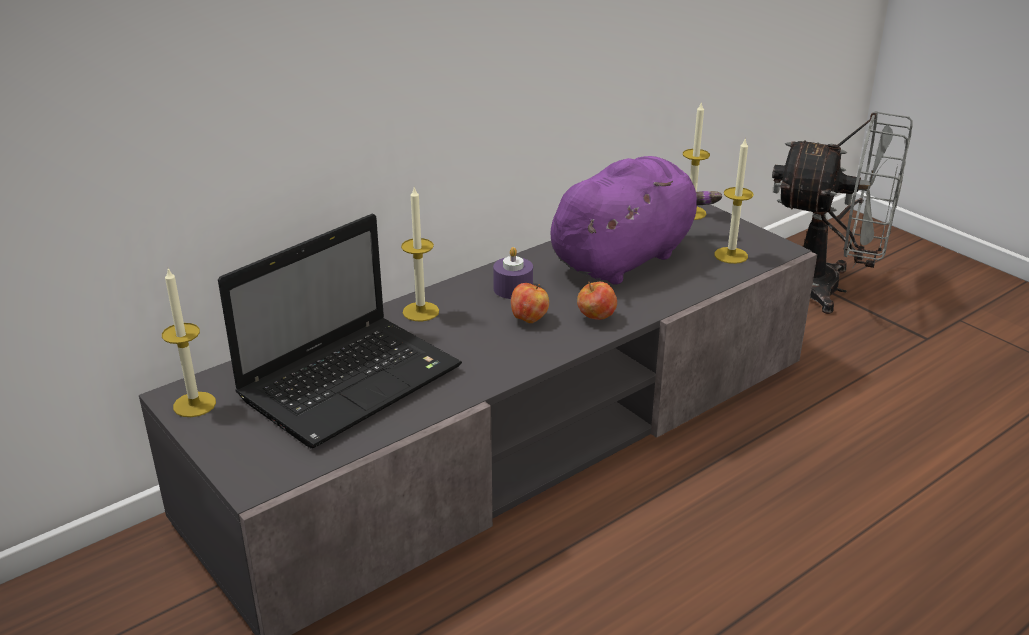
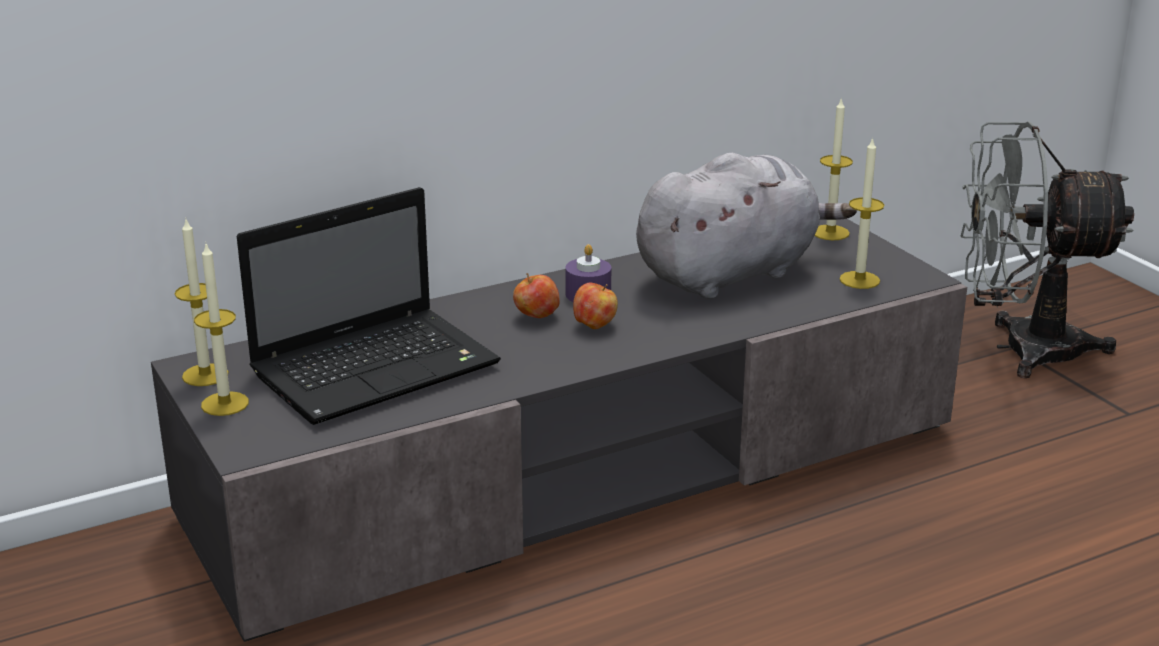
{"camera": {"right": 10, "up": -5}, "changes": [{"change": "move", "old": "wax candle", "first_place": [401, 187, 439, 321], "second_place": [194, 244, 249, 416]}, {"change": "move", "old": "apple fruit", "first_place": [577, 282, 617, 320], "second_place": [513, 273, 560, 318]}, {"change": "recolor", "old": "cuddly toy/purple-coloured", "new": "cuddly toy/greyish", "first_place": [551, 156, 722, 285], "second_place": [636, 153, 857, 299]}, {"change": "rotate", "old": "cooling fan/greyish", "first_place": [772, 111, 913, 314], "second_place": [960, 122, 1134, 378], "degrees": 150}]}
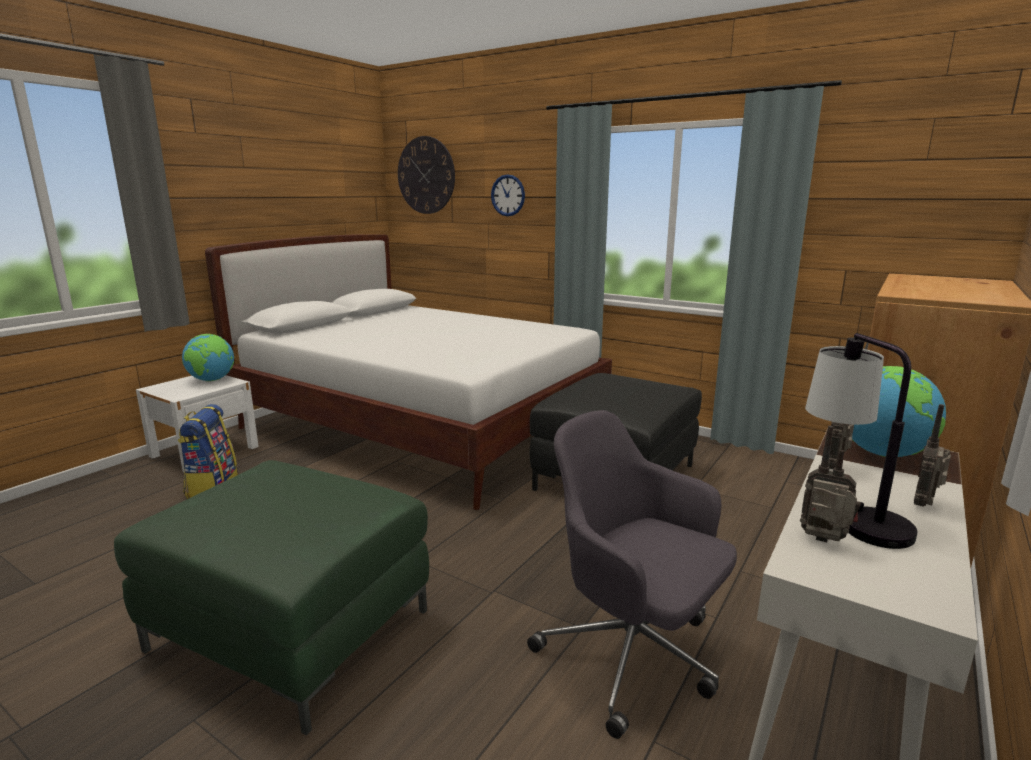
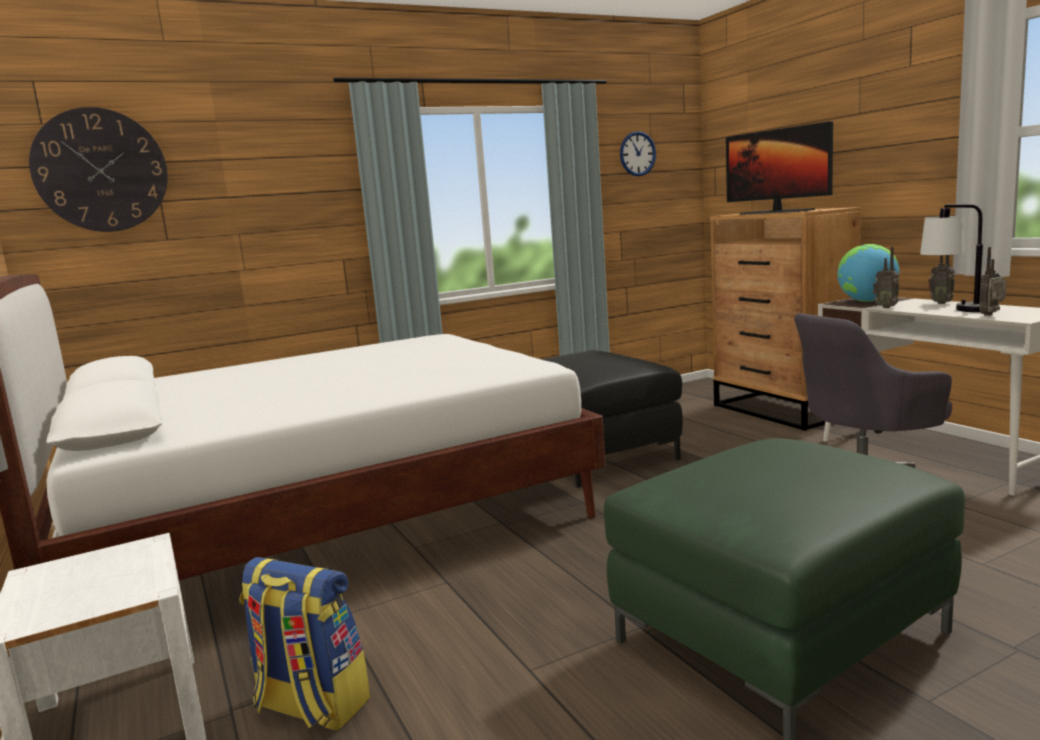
{"camera": {"right": -60, "up": -5}, "changes": [{"change": "move", "old": "wall clock", "first_place": [491, 174, 525, 216], "second_place": [620, 131, 656, 176]}, {"change": "insert", "new": "computer screen", "second_place": [726, 121, 833, 215]}, {"change": "delete", "old": "globe", "first_place": [182, 334, 234, 381]}]}
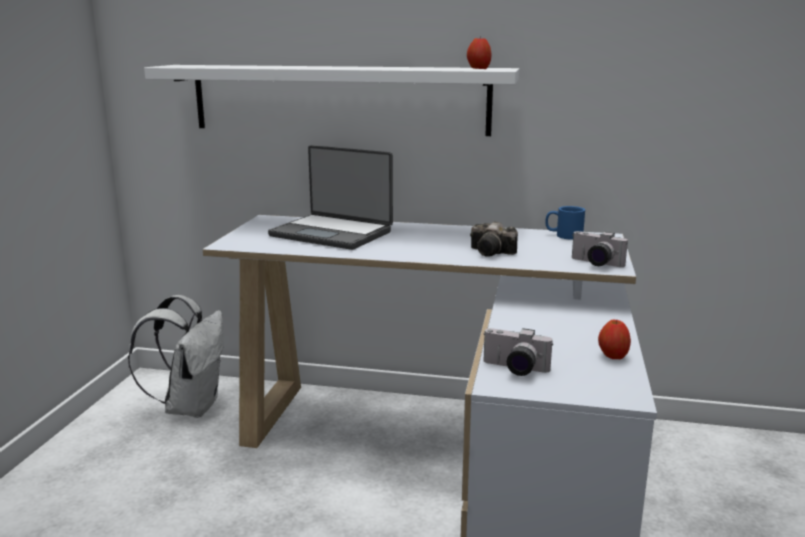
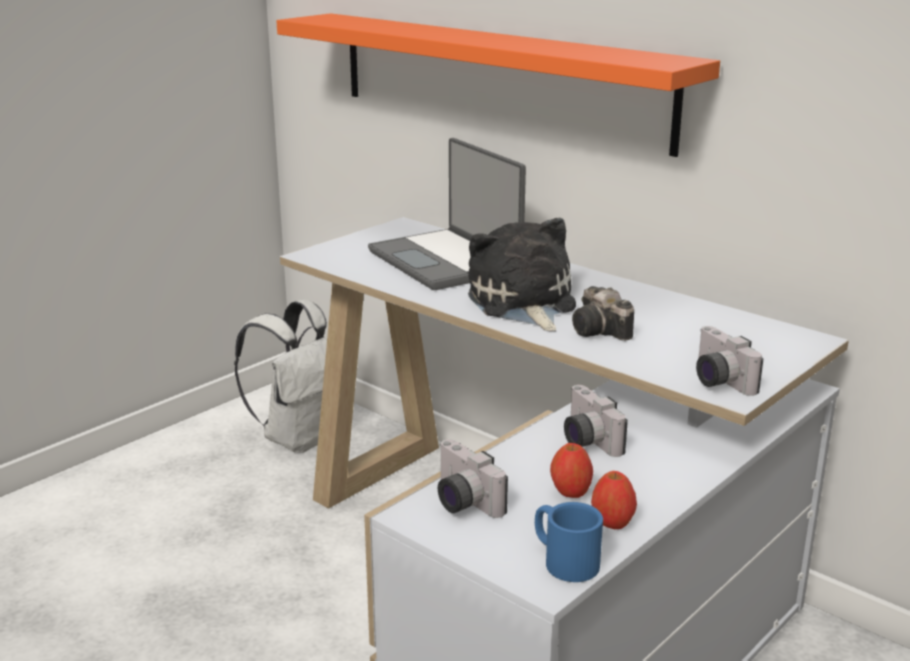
{"camera": {"right": 30, "up": 5}, "changes": [{"change": "recolor", "old": "wall shelf/whitish", "new": "wall shelf/orange", "first_place": [144, 65, 519, 136], "second_place": [276, 13, 720, 157]}, {"change": "insert", "new": "cuddly toy", "second_place": [468, 218, 576, 332]}, {"change": "move", "old": "coffee mug/blue-coloured", "first_place": [545, 206, 585, 240], "second_place": [535, 502, 603, 582]}, {"change": "move", "old": "apple fruit", "first_place": [467, 38, 491, 69], "second_place": [550, 443, 593, 498]}, {"change": "insert", "new": "photo camera", "second_place": [564, 385, 628, 457]}]}
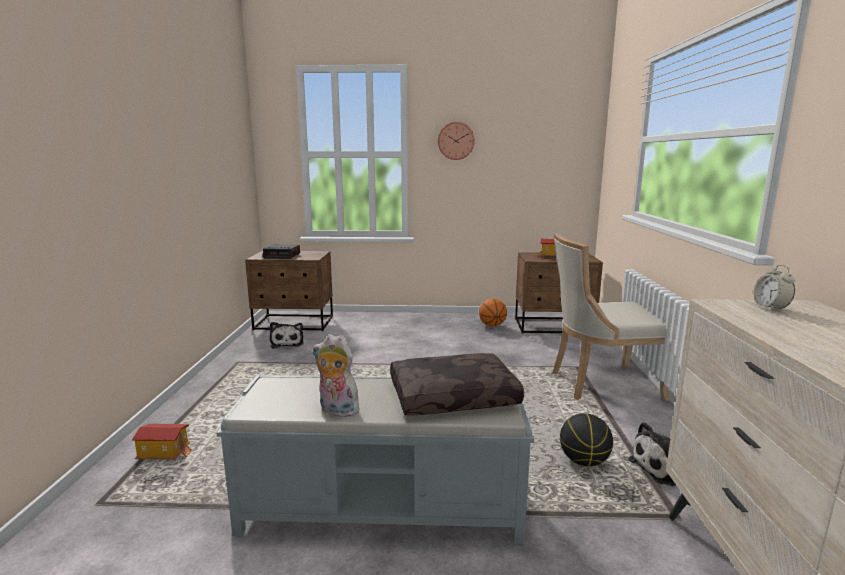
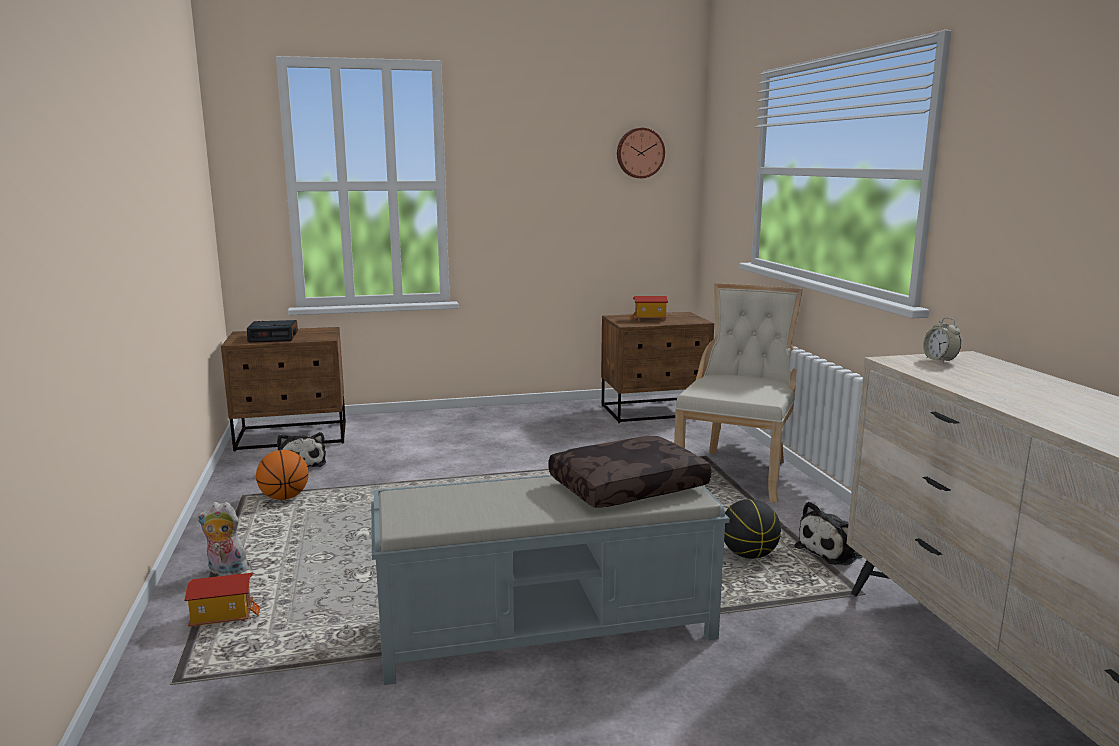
{"camera": {"right": -15, "up": 0}, "changes": [{"change": "move", "old": "cuddly toy", "first_place": [312, 334, 359, 417], "second_place": [197, 502, 248, 576]}, {"change": "move", "old": "basketball ball", "first_place": [479, 299, 507, 327], "second_place": [256, 450, 309, 500]}, {"change": "move", "old": "wall clock", "first_place": [438, 122, 475, 160], "second_place": [617, 128, 665, 178]}, {"change": "rotate", "old": "plain chair/beige", "first_place": [553, 234, 670, 401], "second_place": [674, 284, 803, 503], "degrees": 135}]}
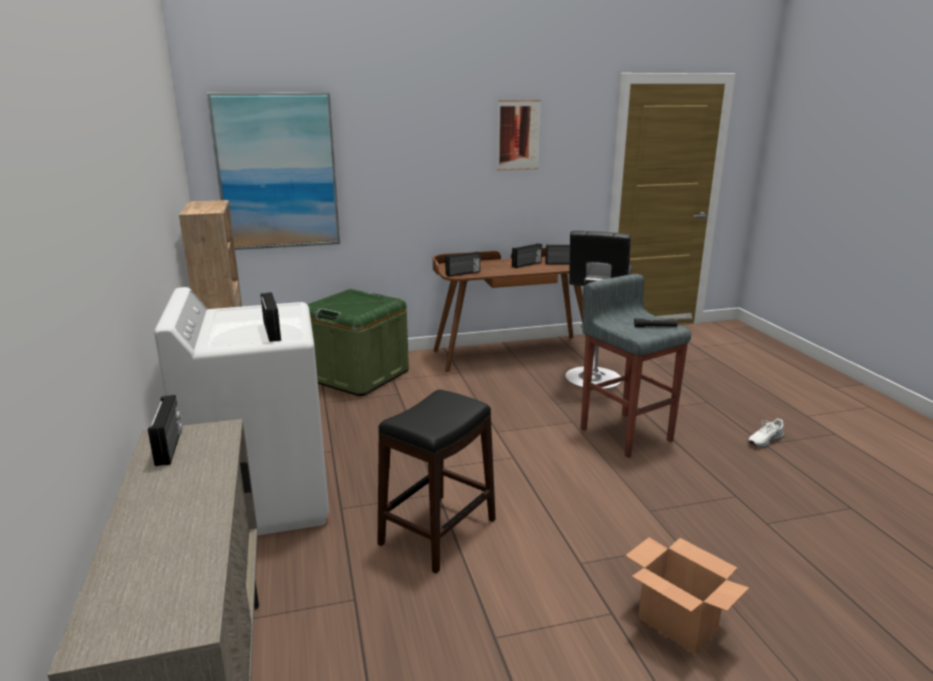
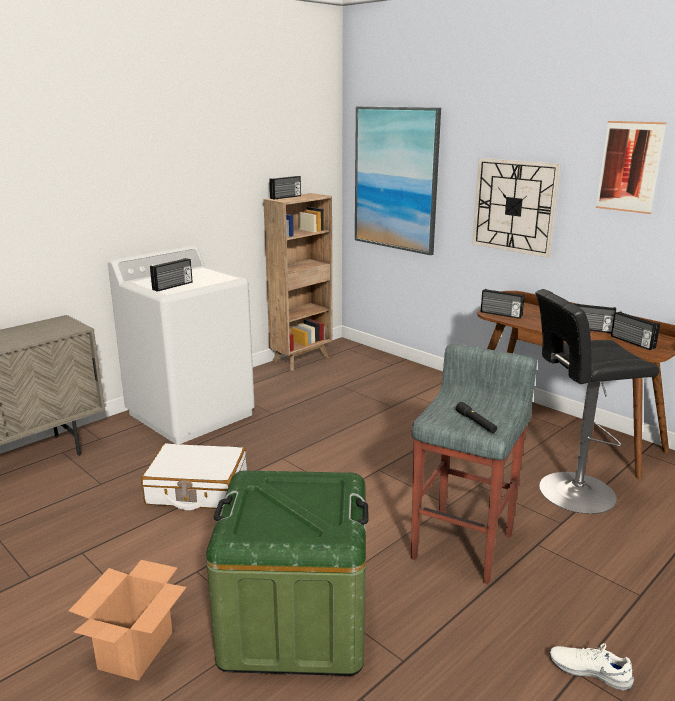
{"camera": {"right": 60, "up": 0}, "changes": [{"change": "replace", "old": "sitting stool/blackish", "new": "travel case/whitish", "first_place": [377, 389, 496, 574], "second_place": [141, 443, 247, 510]}, {"change": "move", "old": "storage bin/green", "first_place": [307, 289, 409, 396], "second_place": [206, 471, 368, 676]}, {"change": "move", "old": "radio", "first_place": [148, 395, 182, 466], "second_place": [269, 176, 301, 200]}, {"change": "insert", "new": "wall clock", "second_place": [472, 158, 561, 258]}]}
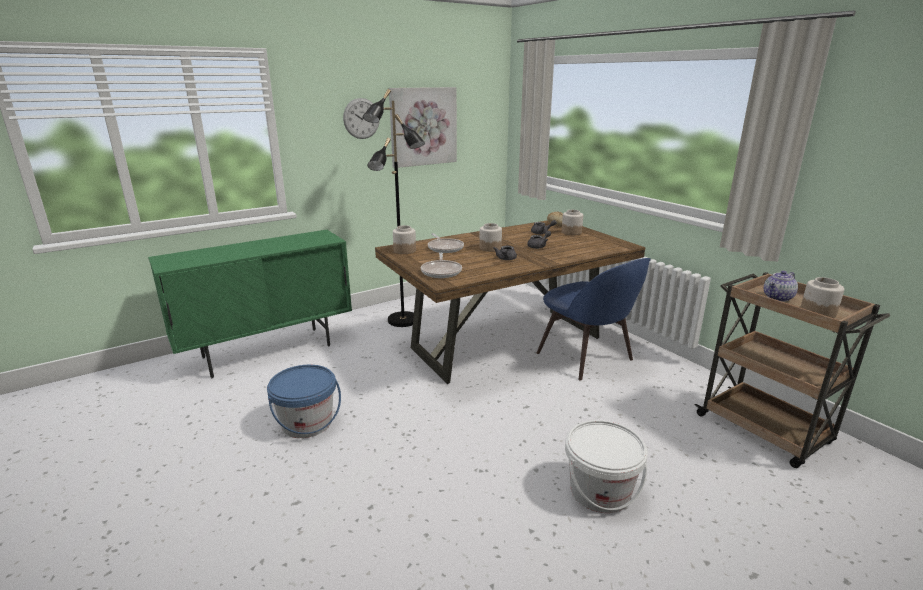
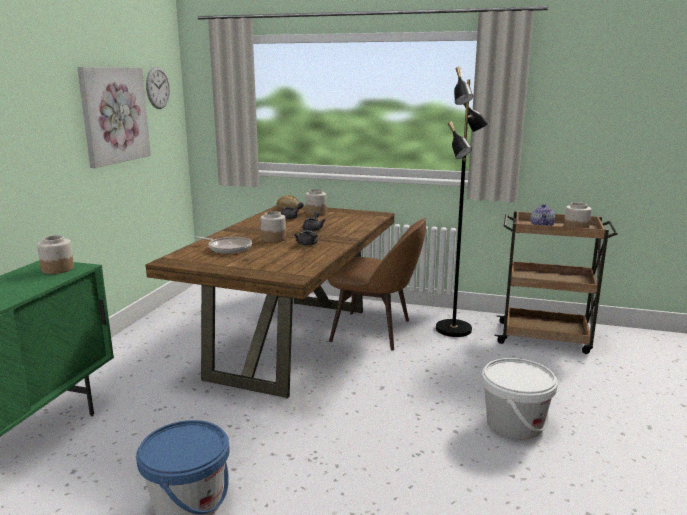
{"camera": {"right": -40, "up": -5}, "changes": [{"change": "move", "old": "preserve jar", "first_place": [393, 225, 416, 254], "second_place": [37, 235, 74, 274]}, {"change": "move", "old": "wall clock", "first_place": [343, 98, 380, 139], "second_place": [146, 67, 170, 109]}, {"change": "recolor", "old": "plain chair/blue-coloured", "new": "plain chair/brownish", "first_place": [536, 258, 651, 381], "second_place": [328, 218, 426, 351]}, {"change": "move", "old": "standing lamp/blackish", "first_place": [363, 89, 425, 327], "second_place": [436, 67, 489, 337]}, {"change": "delete", "old": "pan", "first_place": [421, 253, 462, 278]}]}
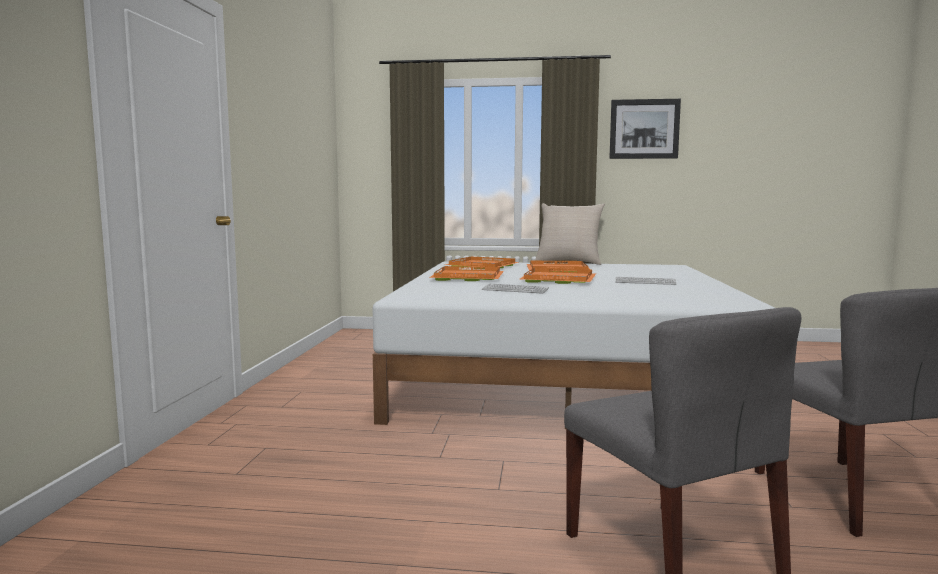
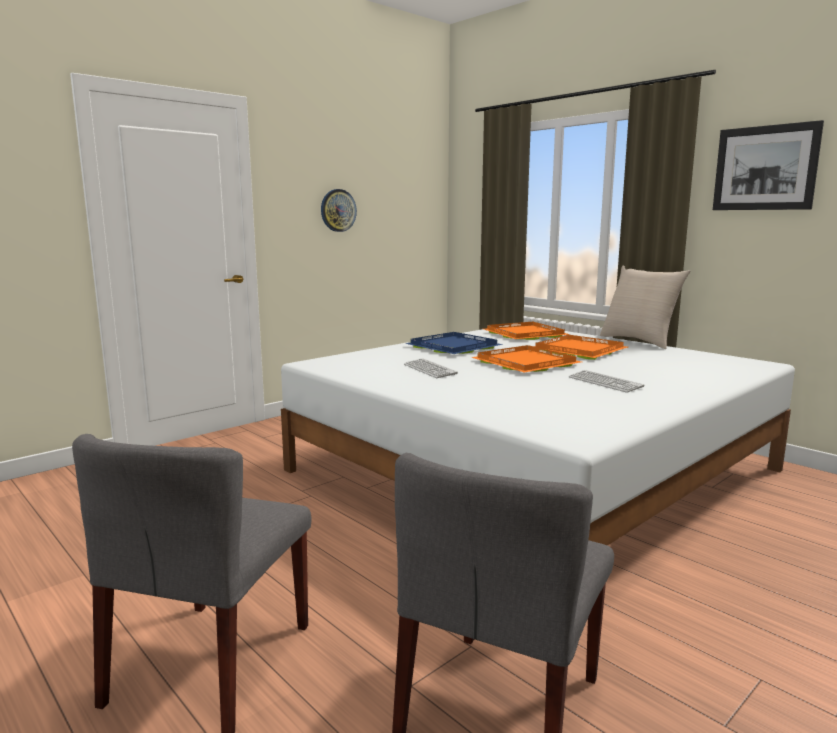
{"camera": {"right": 40, "up": 5}, "changes": [{"change": "insert", "new": "wall clock", "second_place": [321, 189, 357, 232]}, {"change": "recolor", "old": "carrying tray/orange", "new": "carrying tray/blue-coloured", "first_place": [429, 266, 504, 281], "second_place": [405, 332, 503, 354]}]}
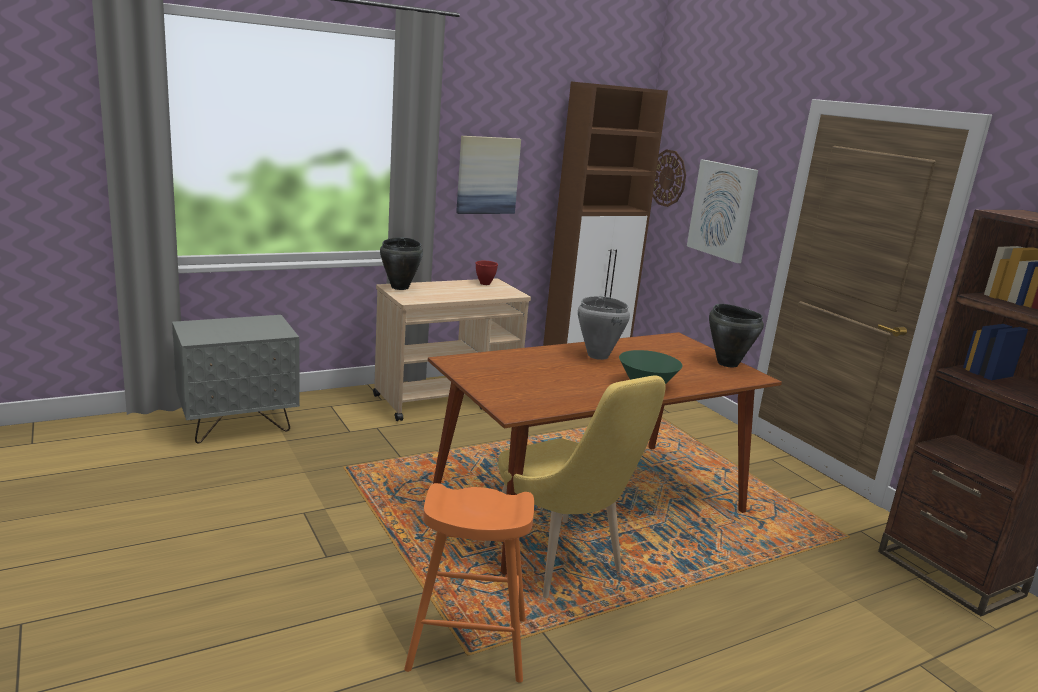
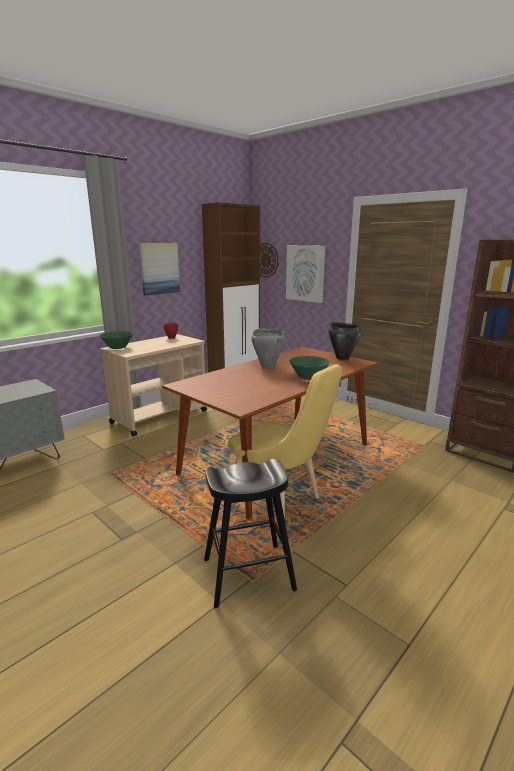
{"camera": {"right": -15, "up": 0}, "changes": [{"change": "replace", "old": "cooking pot/blackish", "new": "deep dish/green", "first_place": [380, 237, 423, 290], "second_place": [100, 331, 133, 349]}, {"change": "recolor", "old": "sitting stool/orange", "new": "sitting stool/blackish", "first_place": [404, 483, 534, 683], "second_place": [204, 459, 297, 608]}]}
